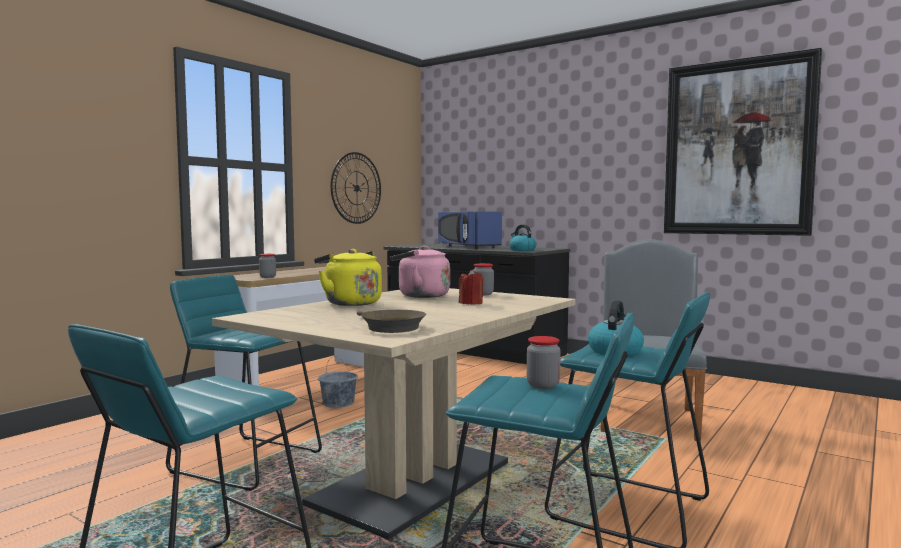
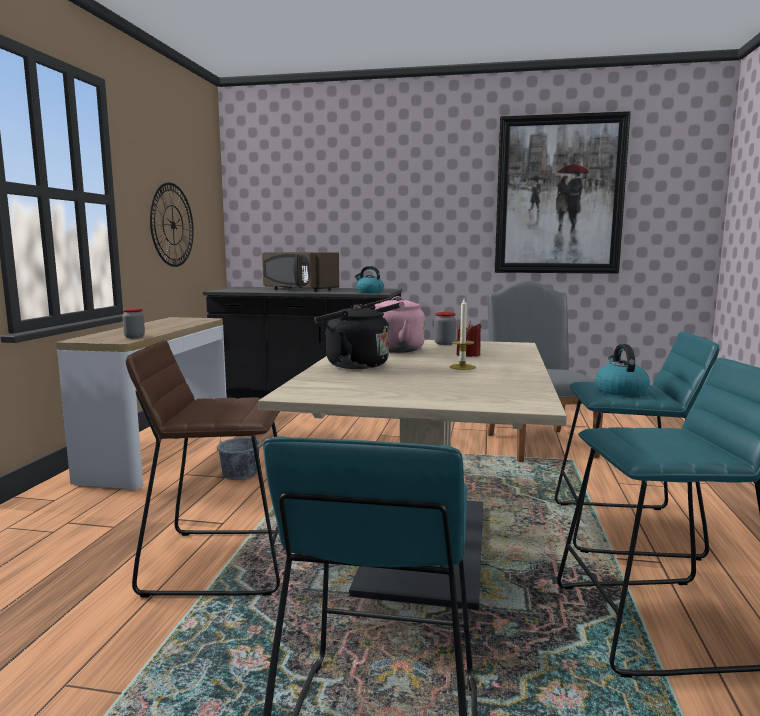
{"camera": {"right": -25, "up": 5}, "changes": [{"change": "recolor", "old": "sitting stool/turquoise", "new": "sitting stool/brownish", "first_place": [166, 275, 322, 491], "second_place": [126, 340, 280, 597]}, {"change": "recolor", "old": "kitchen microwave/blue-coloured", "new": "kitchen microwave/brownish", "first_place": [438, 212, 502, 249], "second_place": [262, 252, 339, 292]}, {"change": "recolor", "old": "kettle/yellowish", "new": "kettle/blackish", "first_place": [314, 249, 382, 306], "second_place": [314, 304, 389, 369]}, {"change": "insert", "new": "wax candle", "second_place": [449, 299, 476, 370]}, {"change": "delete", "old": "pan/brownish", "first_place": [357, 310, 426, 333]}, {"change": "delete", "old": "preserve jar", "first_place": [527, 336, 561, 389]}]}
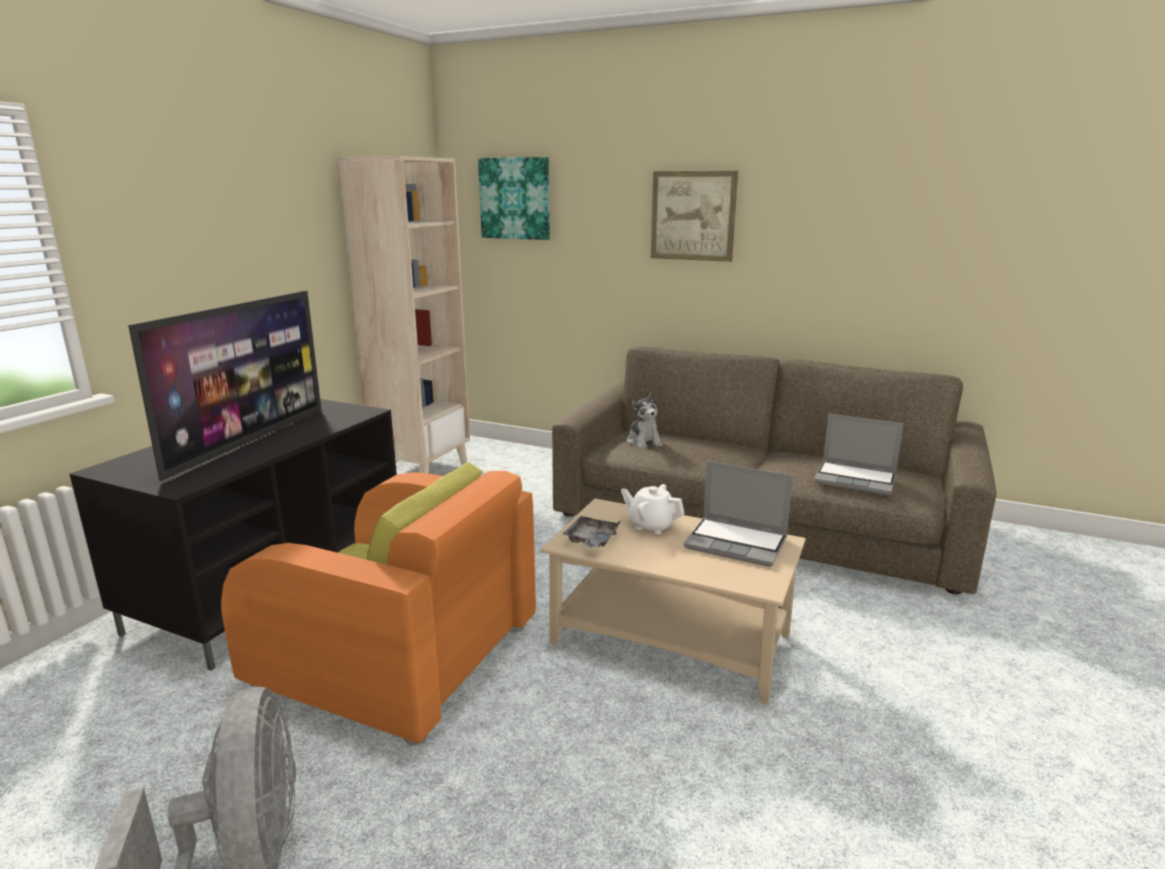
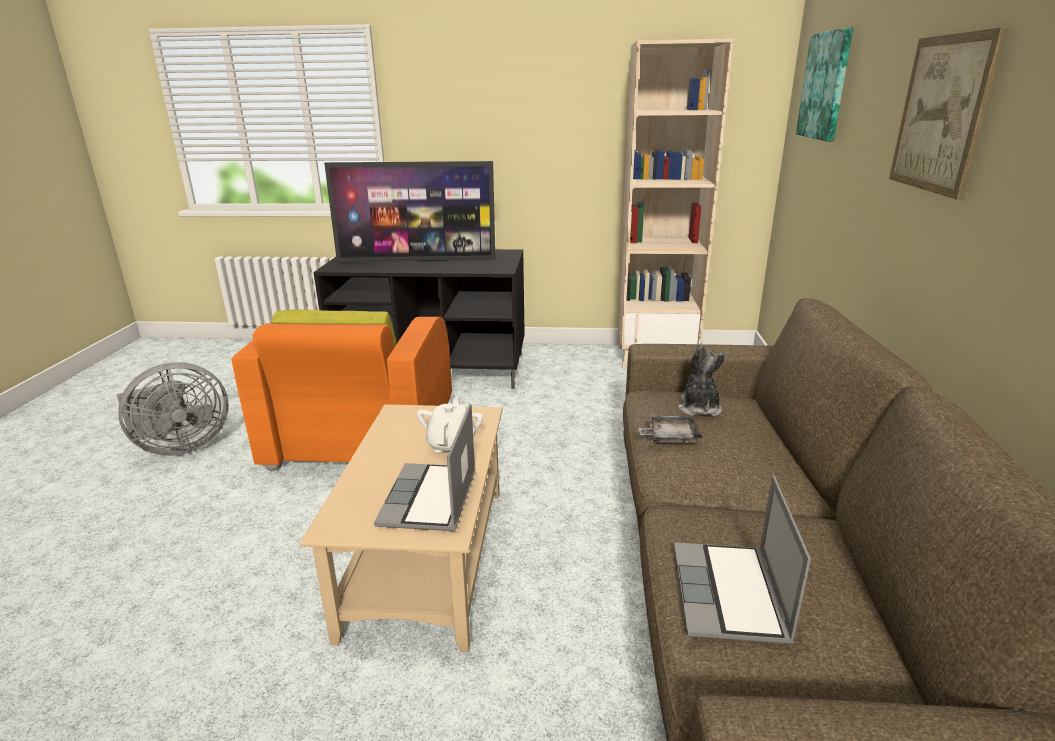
{"camera": {"right": 70, "up": 5}, "changes": [{"change": "move", "old": "carrying tray/greyish", "first_place": [563, 516, 620, 548], "second_place": [638, 415, 702, 443]}, {"change": "rotate", "old": "cuddly toy", "first_place": [627, 393, 663, 449], "second_place": [678, 343, 727, 416], "degrees": 135}]}
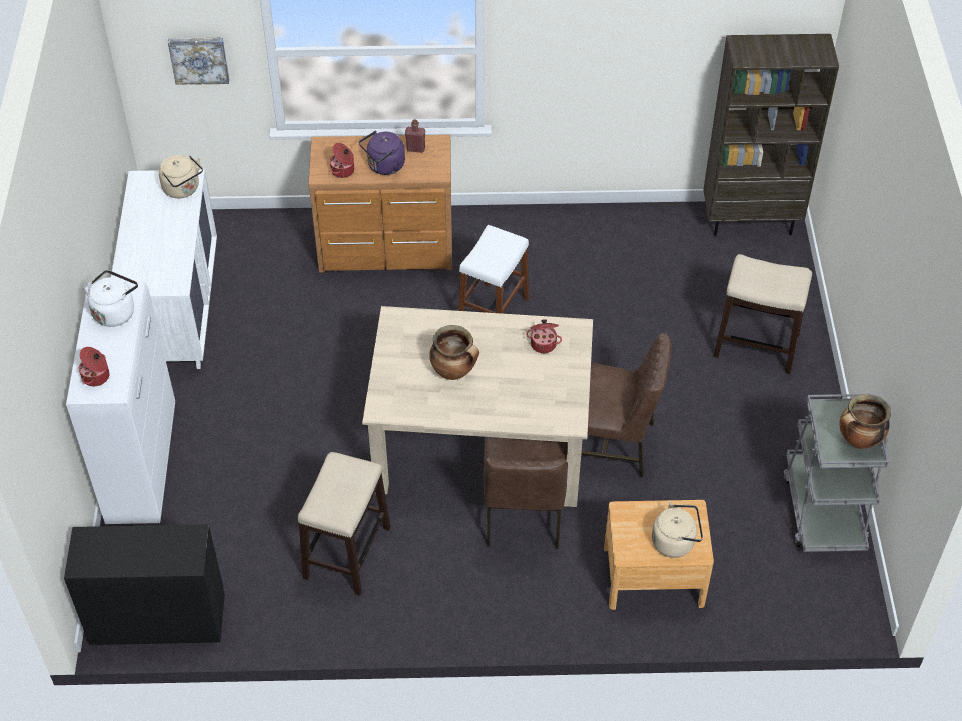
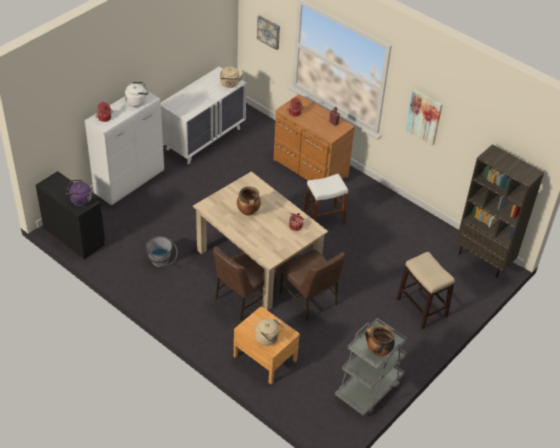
{"camera": {"right": 40, "up": -5}, "changes": [{"change": "move", "old": "kettle/purple-coloured", "first_place": [359, 131, 405, 175], "second_place": [65, 180, 92, 206]}, {"change": "replace", "old": "sitting stool", "new": "water bucket/greyish", "first_place": [298, 452, 391, 596], "second_place": [146, 236, 178, 267]}, {"change": "insert", "new": "wall art", "second_place": [406, 89, 443, 145]}]}
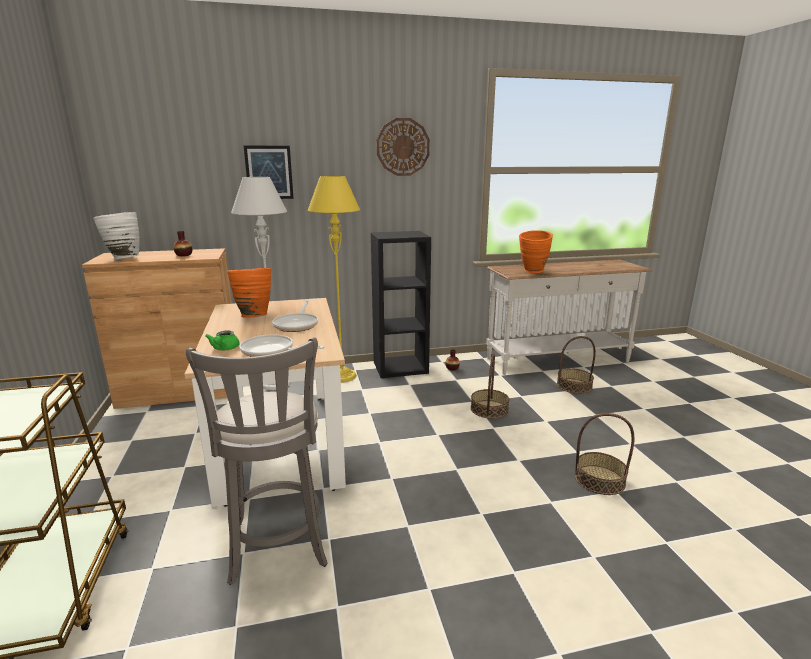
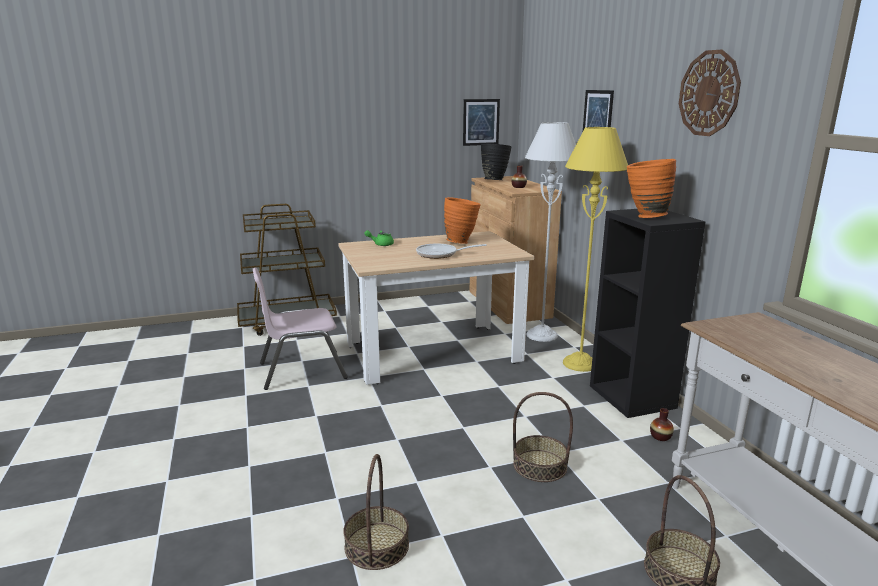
{"camera": {"right": 85, "up": 0}, "changes": [{"change": "replace", "old": "sitting stool/greyish", "new": "plain chair/pink", "first_place": [186, 337, 328, 585], "second_place": [253, 267, 348, 390]}, {"change": "insert", "new": "wall art", "second_place": [463, 99, 500, 146]}, {"change": "recolor", "old": "decorative vase/whitish", "new": "decorative vase/blackish", "first_place": [93, 212, 140, 260], "second_place": [481, 143, 512, 180]}, {"change": "move", "old": "decorative vase/orange", "first_place": [519, 231, 553, 273], "second_place": [627, 159, 676, 218]}, {"change": "delete", "old": "pan", "first_place": [239, 335, 324, 357]}]}
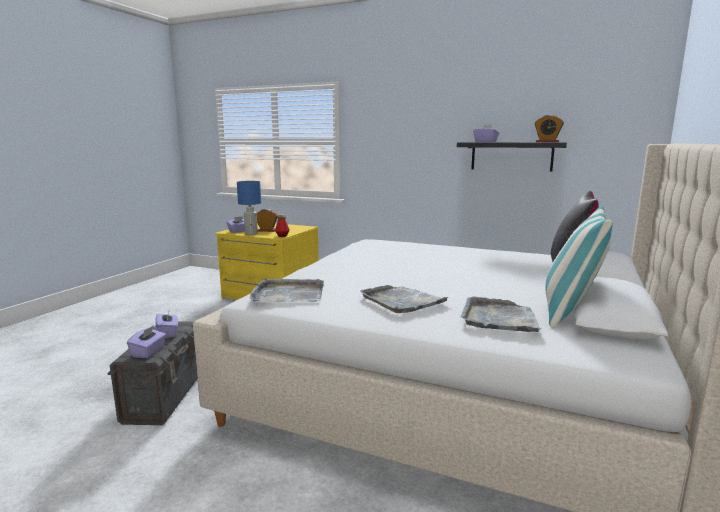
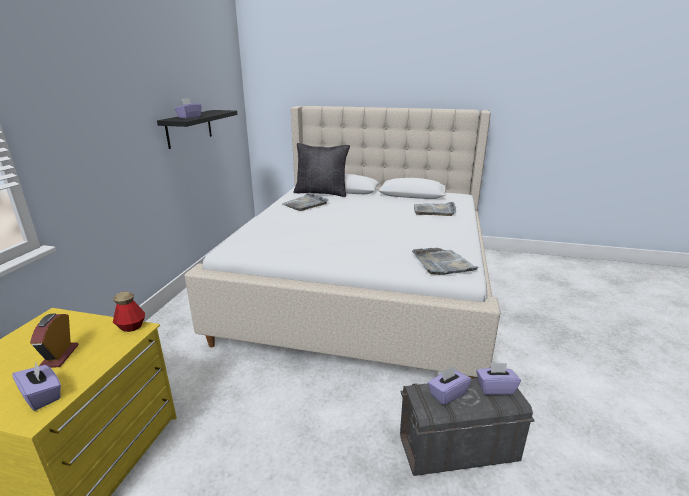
{"camera": {"right": -100, "up": 10}, "changes": [{"change": "move", "old": "carrying tray/greyish", "first_place": [360, 285, 451, 313], "second_place": [282, 193, 329, 211]}, {"change": "delete", "old": "table lamp/blue-coloured", "first_place": [237, 181, 261, 235]}, {"change": "delete", "old": "bedside clock", "first_place": [535, 115, 564, 142]}, {"change": "delete", "old": "pillow", "first_place": [545, 206, 613, 328]}]}
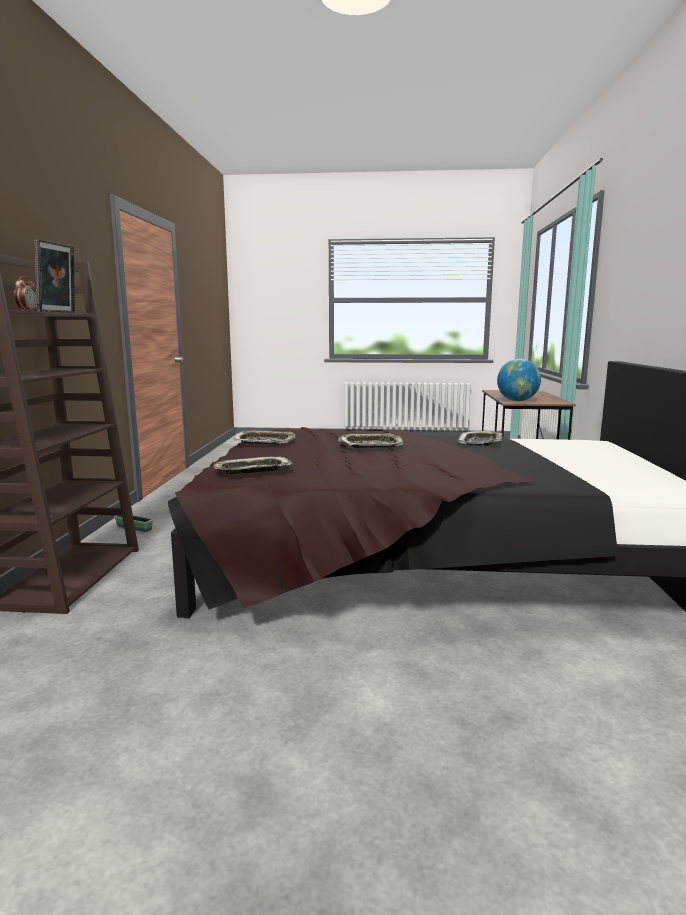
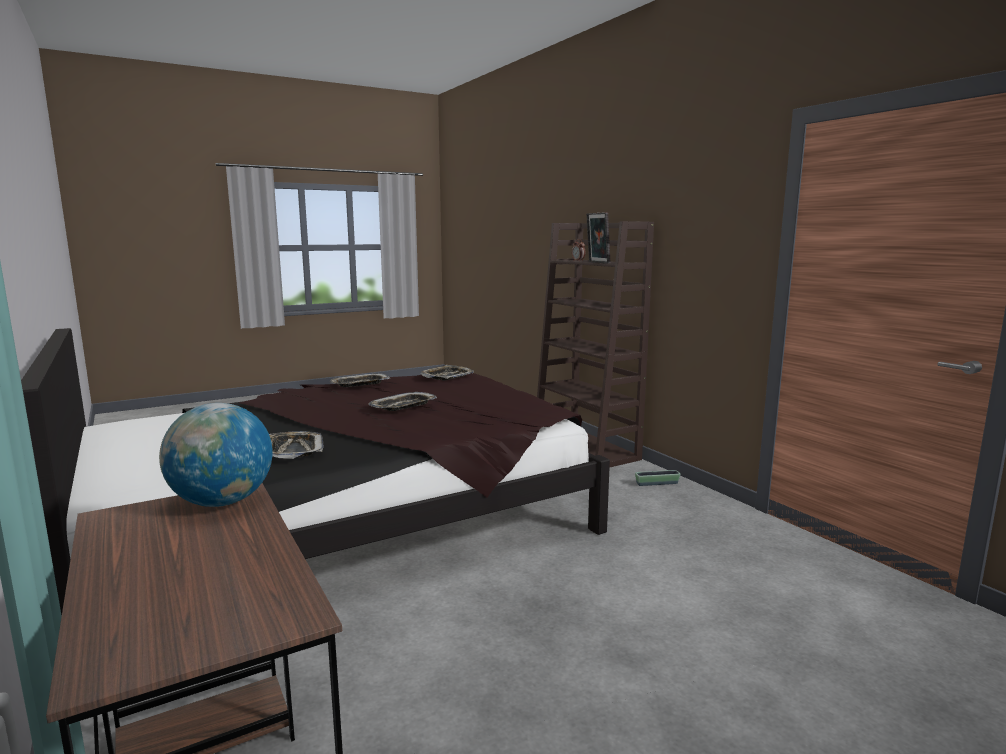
{"camera": {"right": 145, "up": 0}, "changes": [{"change": "move", "old": "carrying tray", "first_place": [234, 430, 295, 445], "second_place": [330, 373, 390, 387]}]}
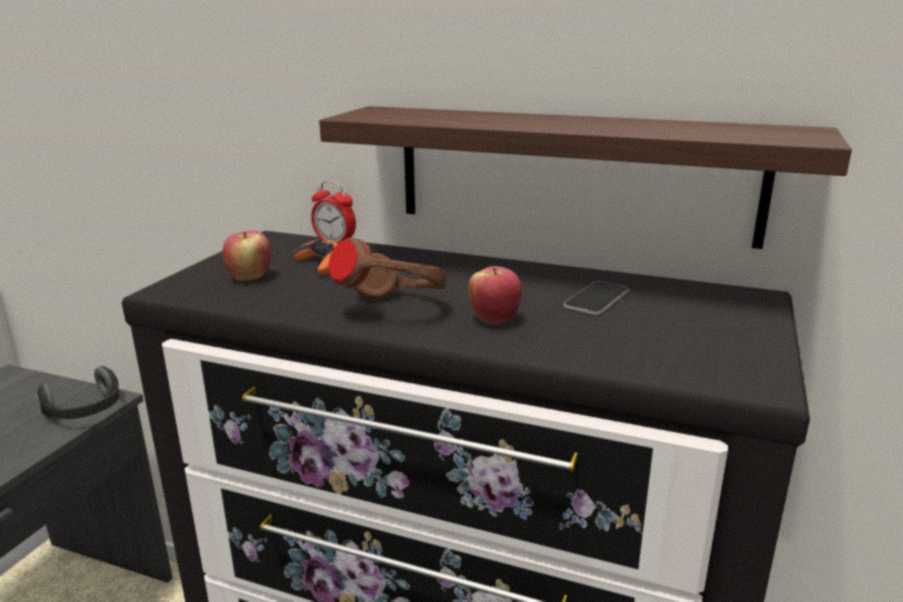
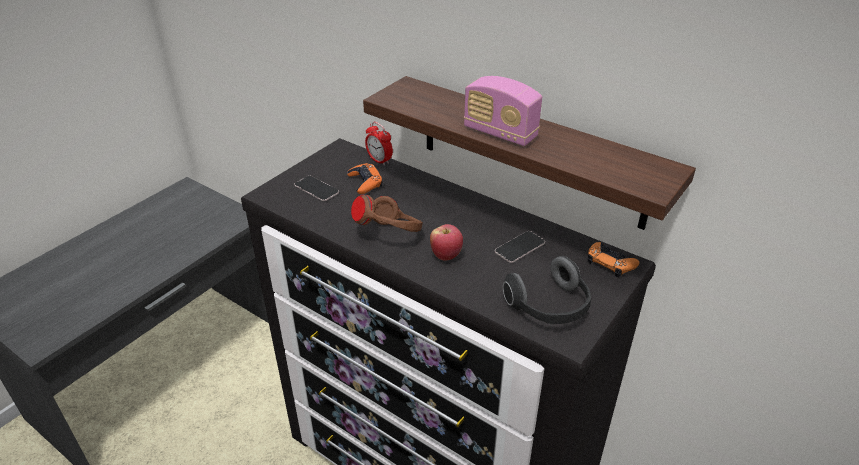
{"camera": {"right": 15, "up": 15}, "changes": [{"change": "replace", "old": "apple fruit", "new": "telephone", "first_place": [223, 230, 271, 281], "second_place": [295, 176, 339, 201]}, {"change": "insert", "new": "radio", "second_place": [464, 76, 542, 146]}, {"change": "move", "old": "headset", "first_place": [36, 366, 119, 419], "second_place": [503, 256, 591, 324]}, {"change": "insert", "new": "game controller/orange", "second_place": [588, 242, 639, 277]}]}
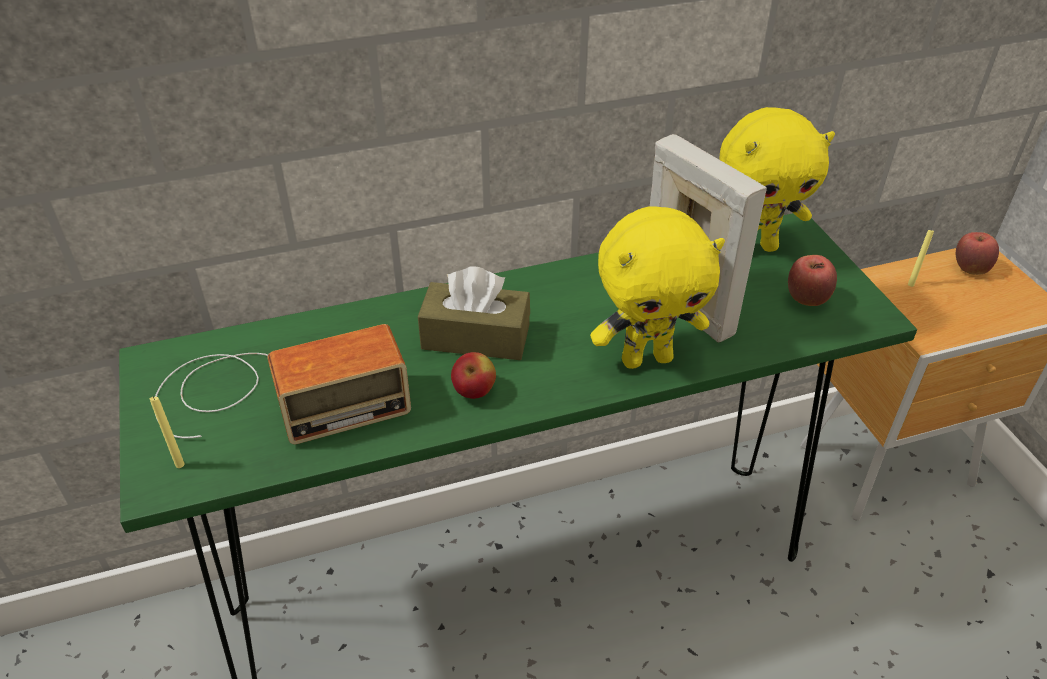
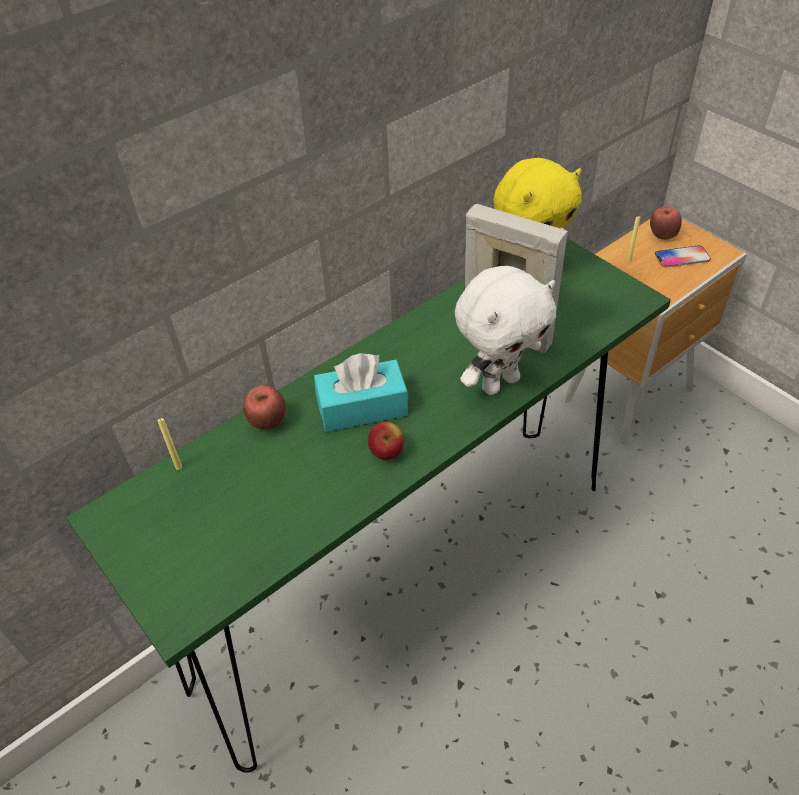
{"camera": {"right": -20, "up": 5}, "changes": [{"change": "move", "old": "wax candle/yellowish", "first_place": [150, 396, 185, 468], "second_place": [157, 418, 182, 470]}, {"change": "move", "old": "apple fruit", "first_place": [788, 255, 837, 306], "second_place": [243, 385, 286, 430]}, {"change": "recolor", "old": "box of tissues/brownish", "new": "box of tissues/turquoise", "first_place": [418, 267, 530, 360], "second_place": [314, 353, 408, 432]}, {"change": "recolor", "old": "cuddly toy/yellowish", "new": "cuddly toy/whitish", "first_place": [590, 206, 725, 369], "second_place": [455, 266, 556, 395]}, {"change": "insert", "new": "telephone", "second_place": [655, 246, 711, 267]}, {"change": "delete", "old": "radio", "first_place": [155, 324, 411, 444]}]}
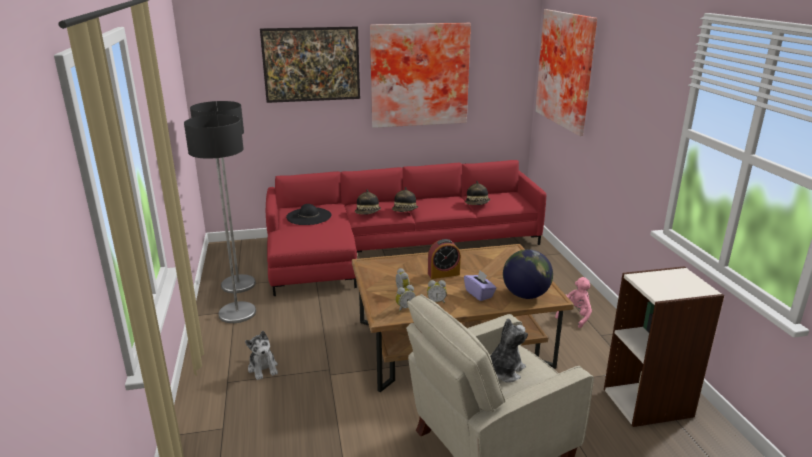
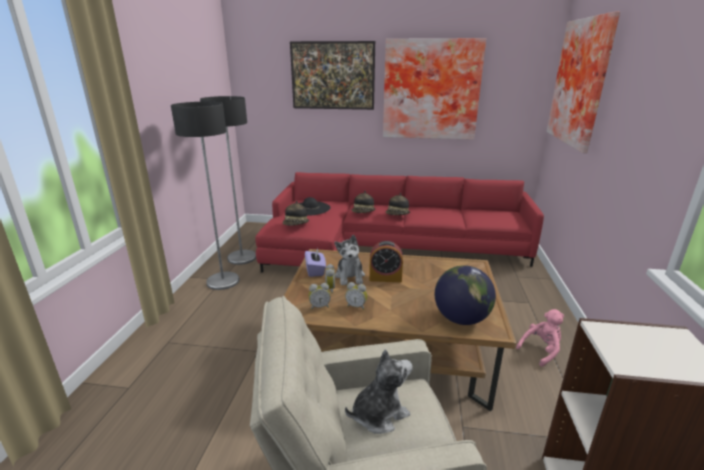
{"camera": {"right": 20, "up": 0}, "changes": [{"change": "move", "old": "wearable hat", "first_place": [465, 181, 491, 205], "second_place": [283, 200, 309, 226]}, {"change": "move", "old": "box of tissues/purple-coloured", "first_place": [464, 270, 497, 301], "second_place": [305, 248, 326, 277]}, {"change": "move", "old": "cuddly toy", "first_place": [245, 331, 278, 380], "second_place": [335, 235, 365, 285]}]}
